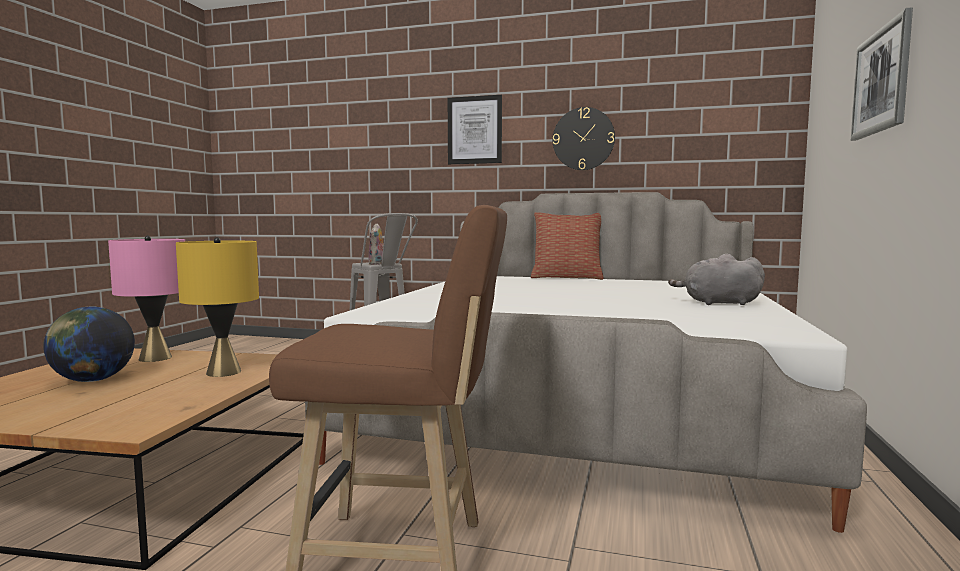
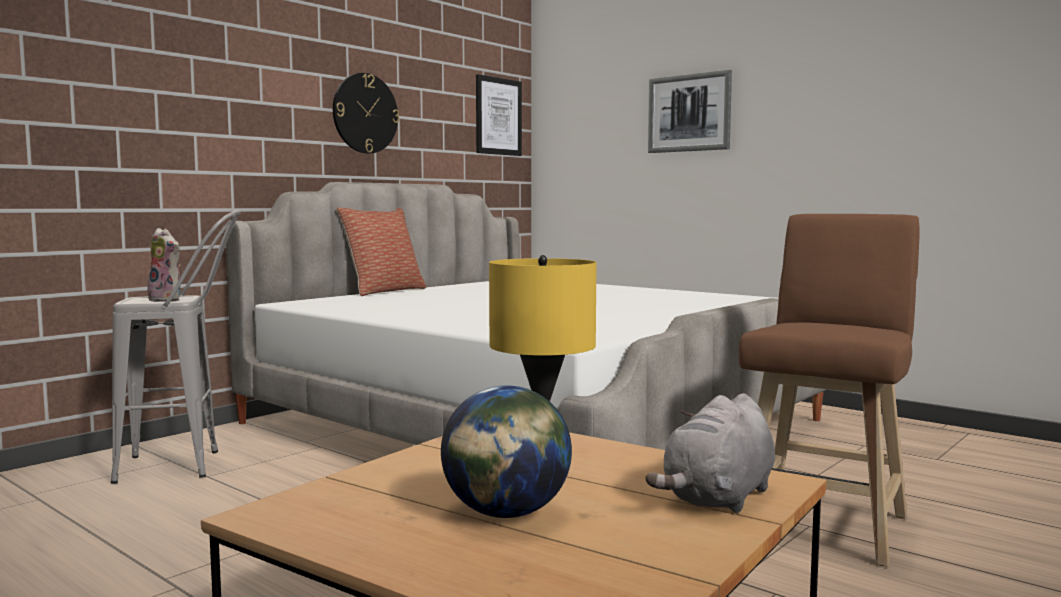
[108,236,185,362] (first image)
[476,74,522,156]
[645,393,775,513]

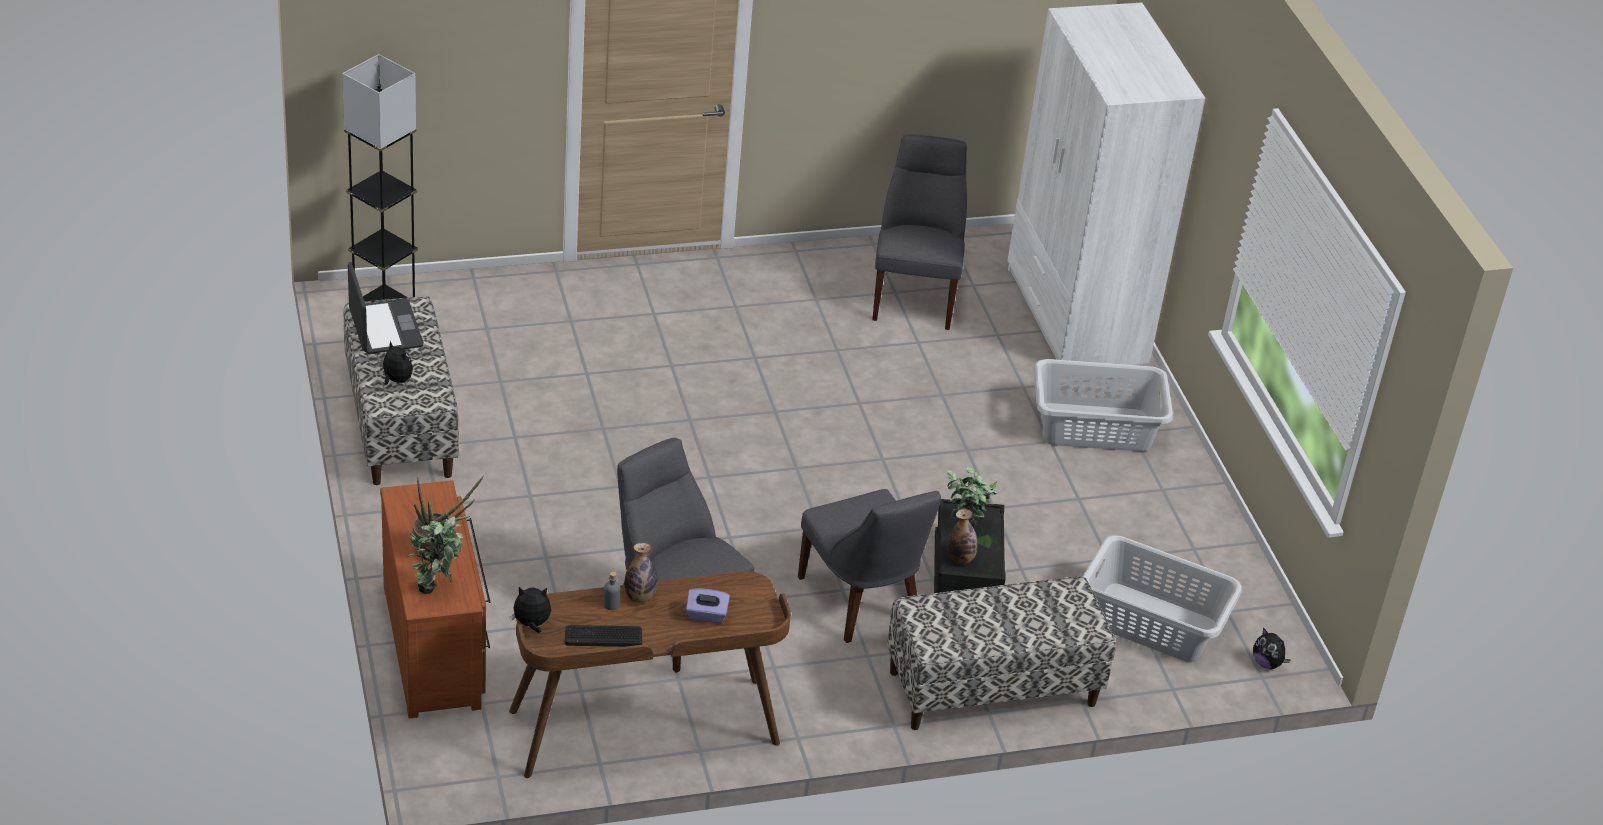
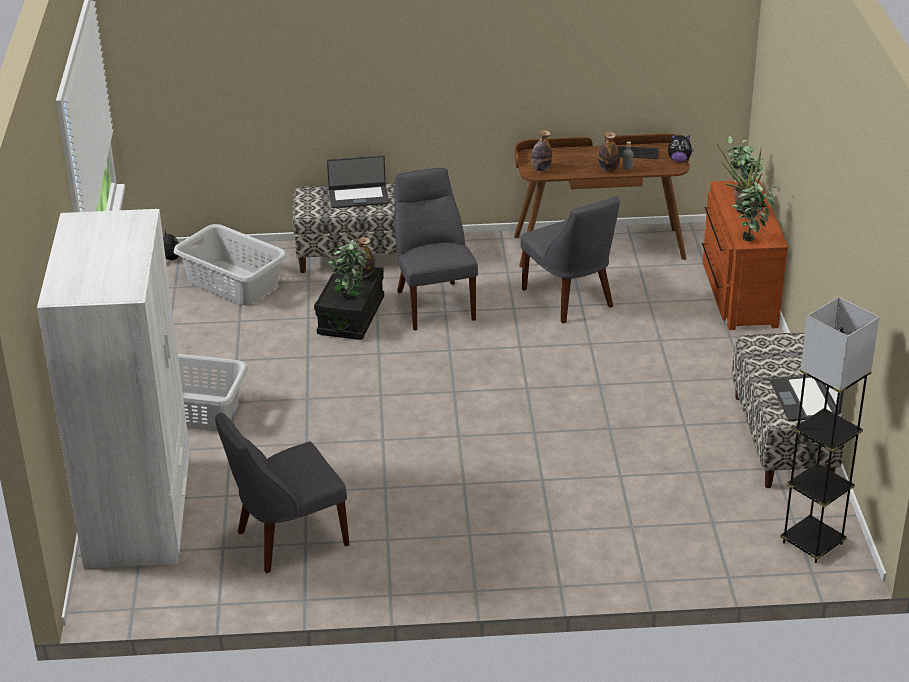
[378,341,413,385] (first image)
[686,588,730,623] (first image)
[327,155,389,208]
[531,130,552,171]
[732,182,777,242]
[215,412,350,573]

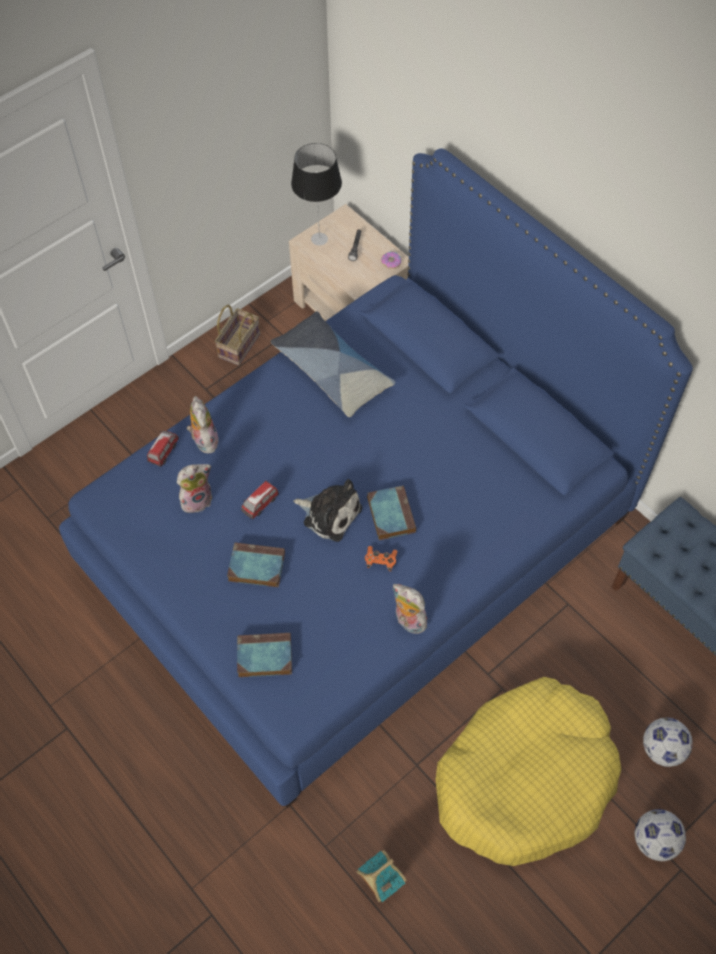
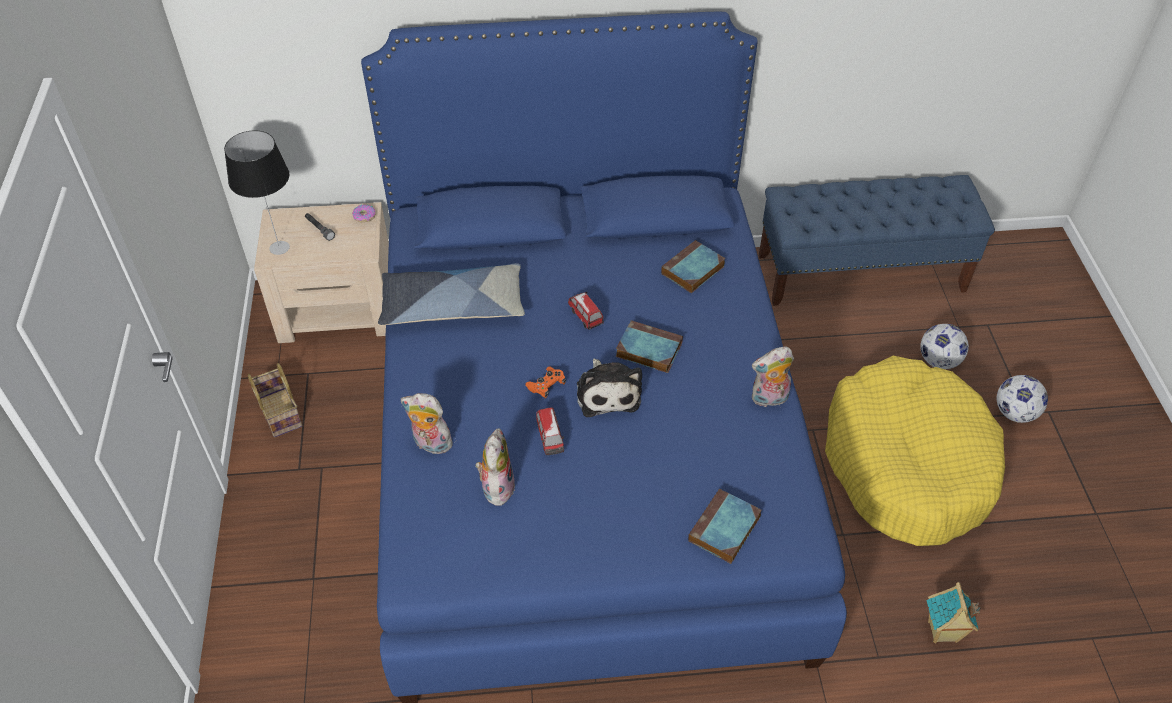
[568,292,604,330]
[661,240,726,293]
[525,367,566,398]
[577,359,642,417]

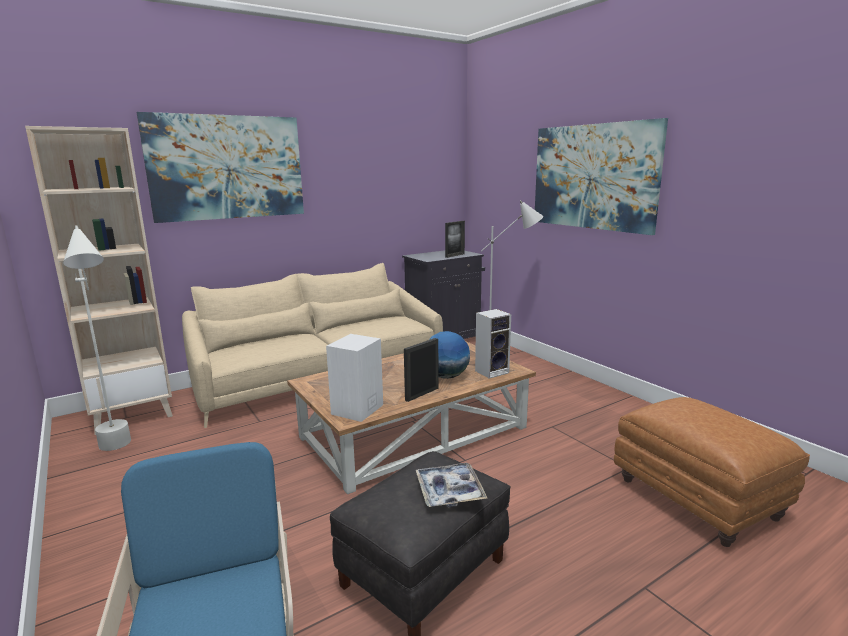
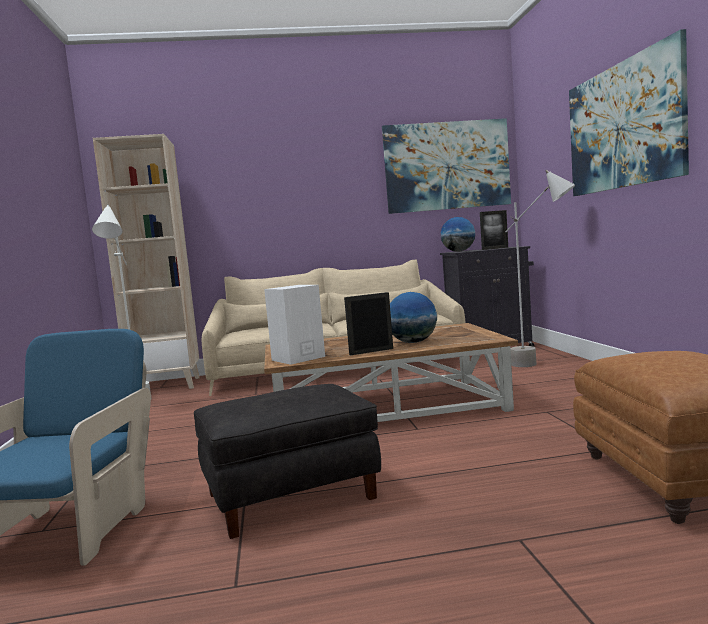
[416,463,487,507] (first image)
[475,309,511,379] (first image)
[440,217,475,252]
[382,118,511,214]

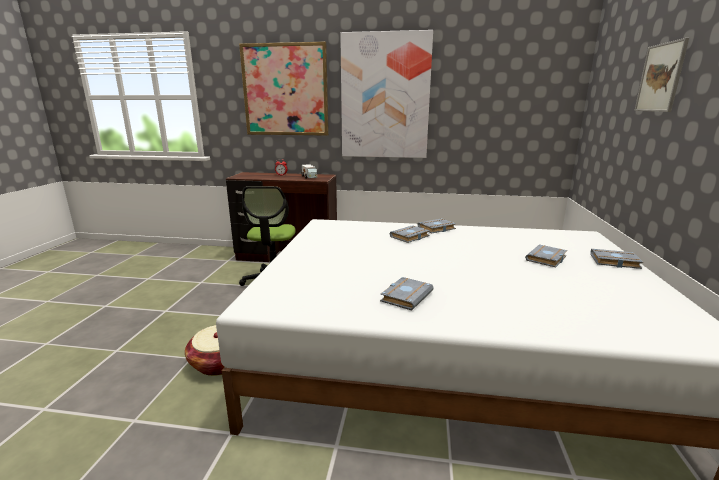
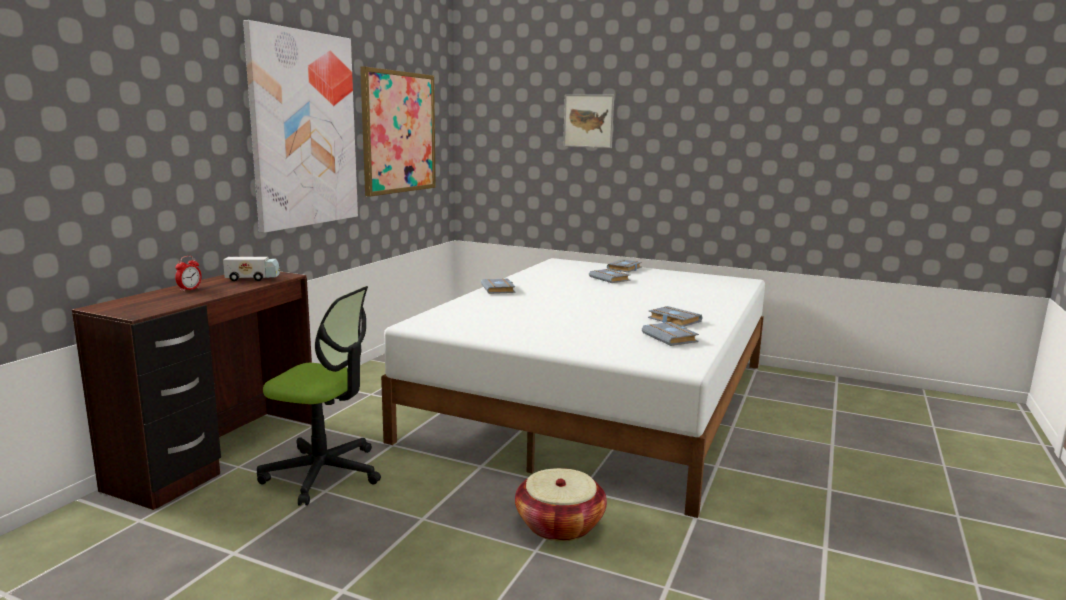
[360,67,436,197]
[642,322,699,346]

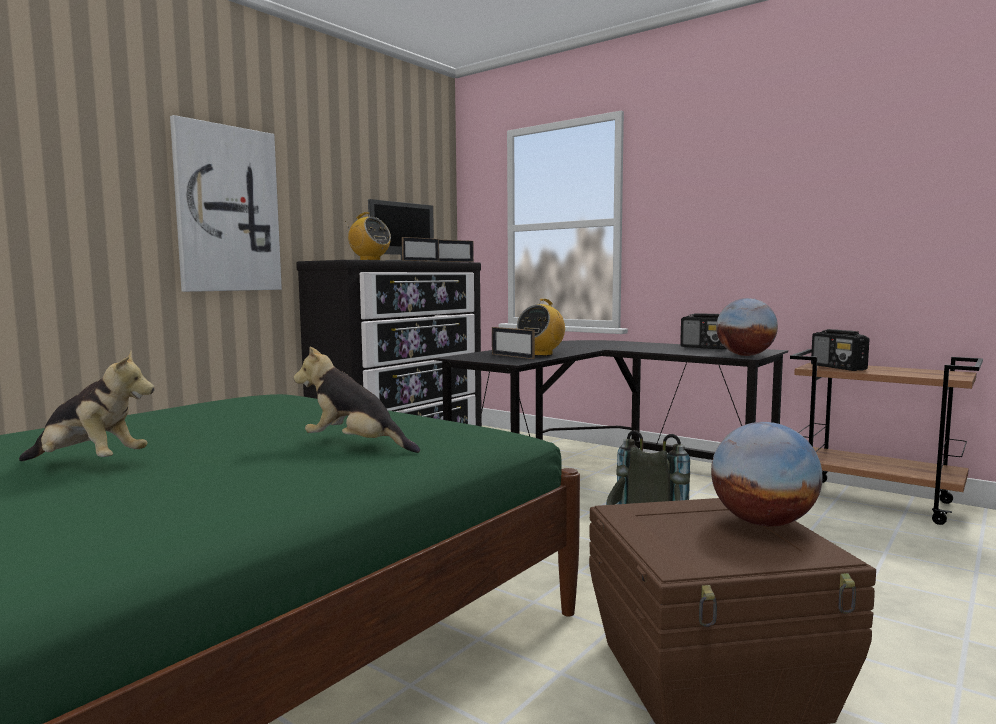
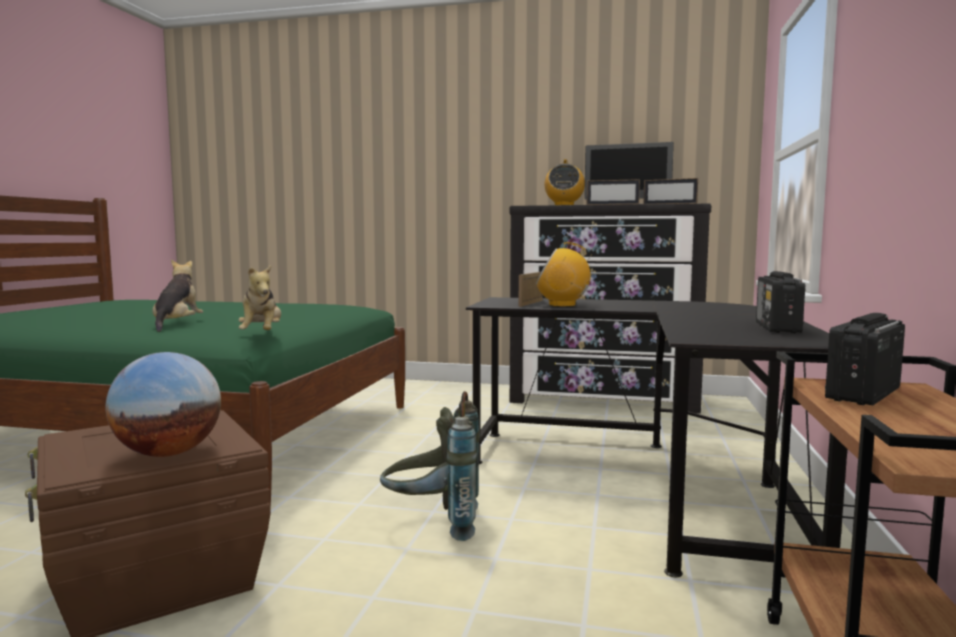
[170,115,282,292] (first image)
[716,298,778,356] (first image)
[239,265,281,330]

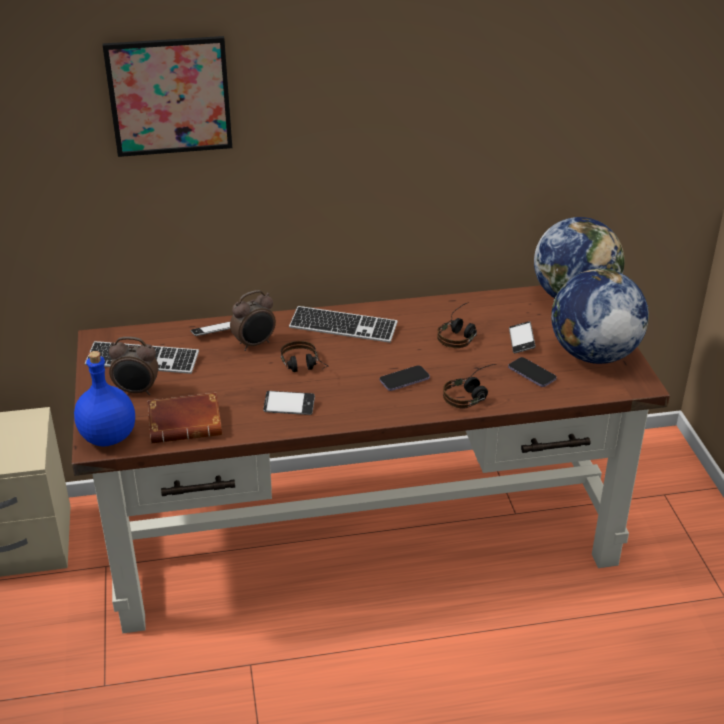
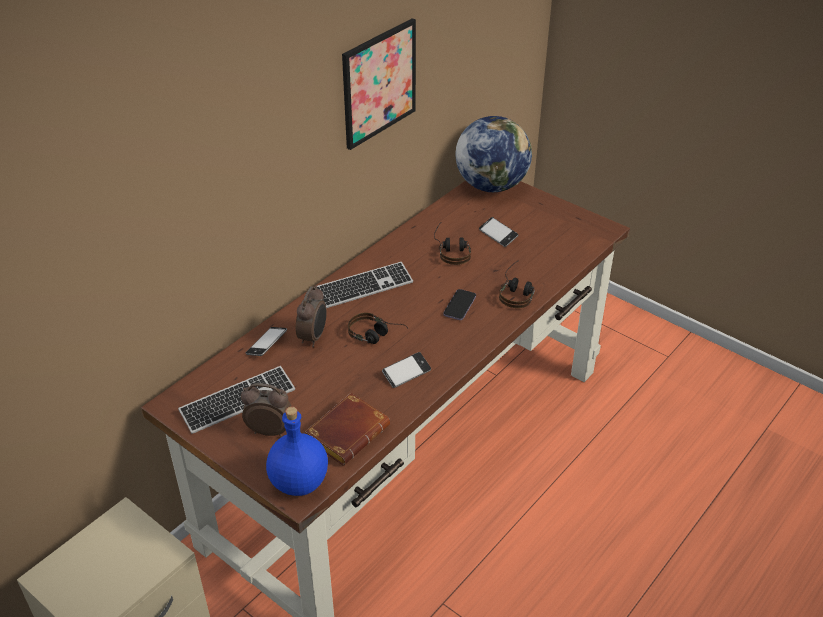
[508,357,557,387] (first image)
[551,269,649,364] (first image)
[342,18,416,150]
[241,383,292,437]

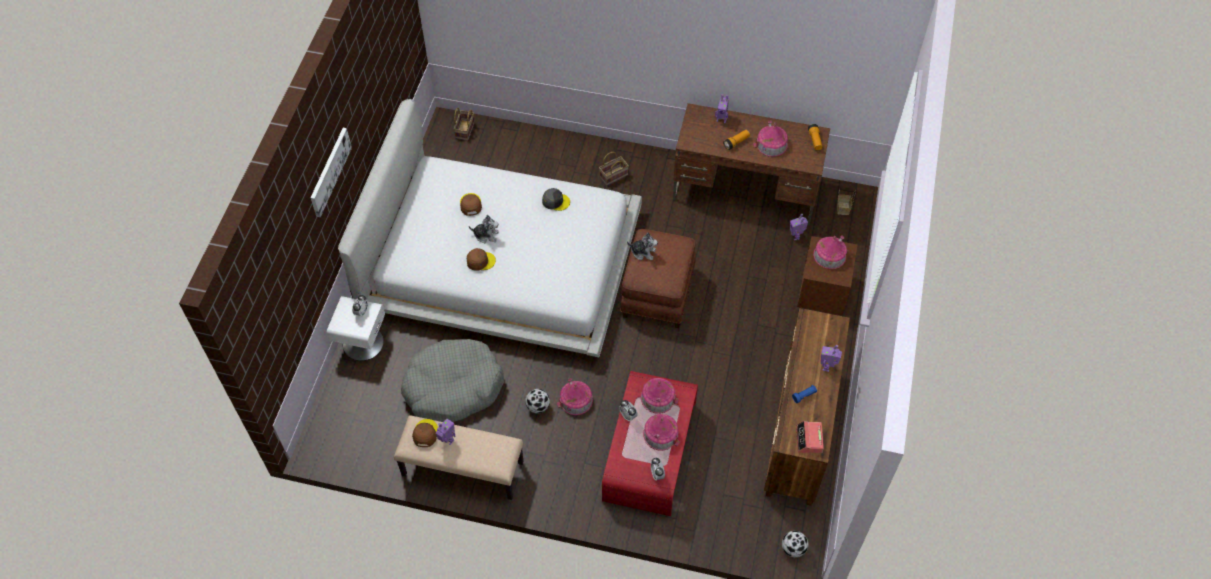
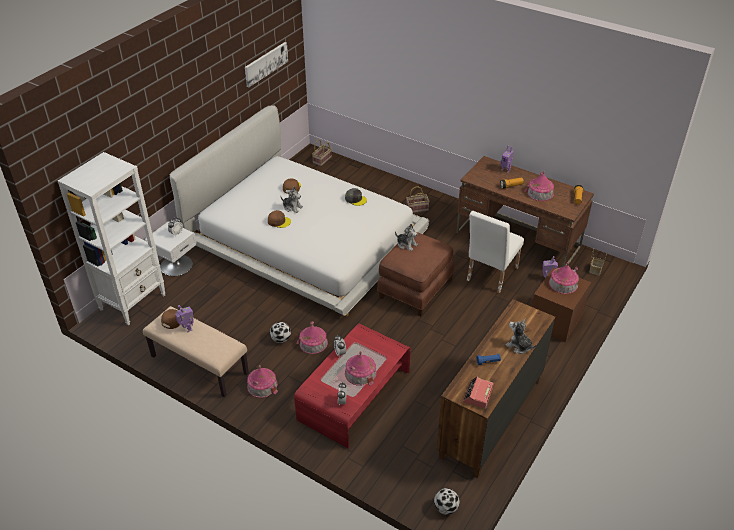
[401,339,504,422] (first image)
[58,152,166,326]
[467,211,524,294]
[245,42,288,87]
[247,365,278,398]
[506,319,537,354]

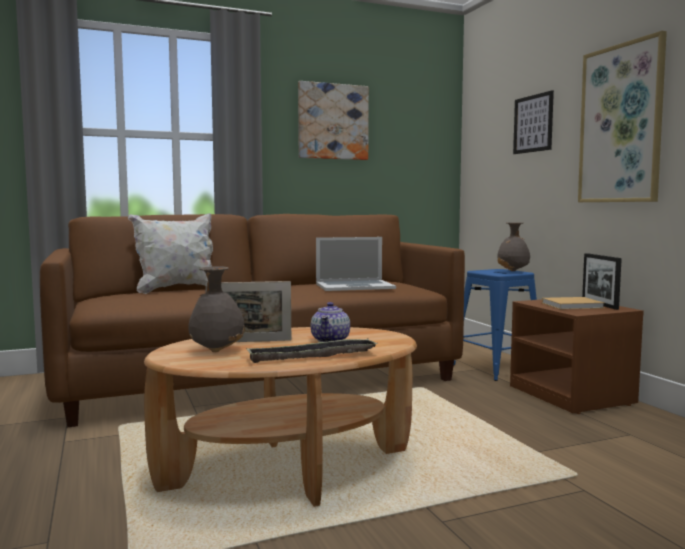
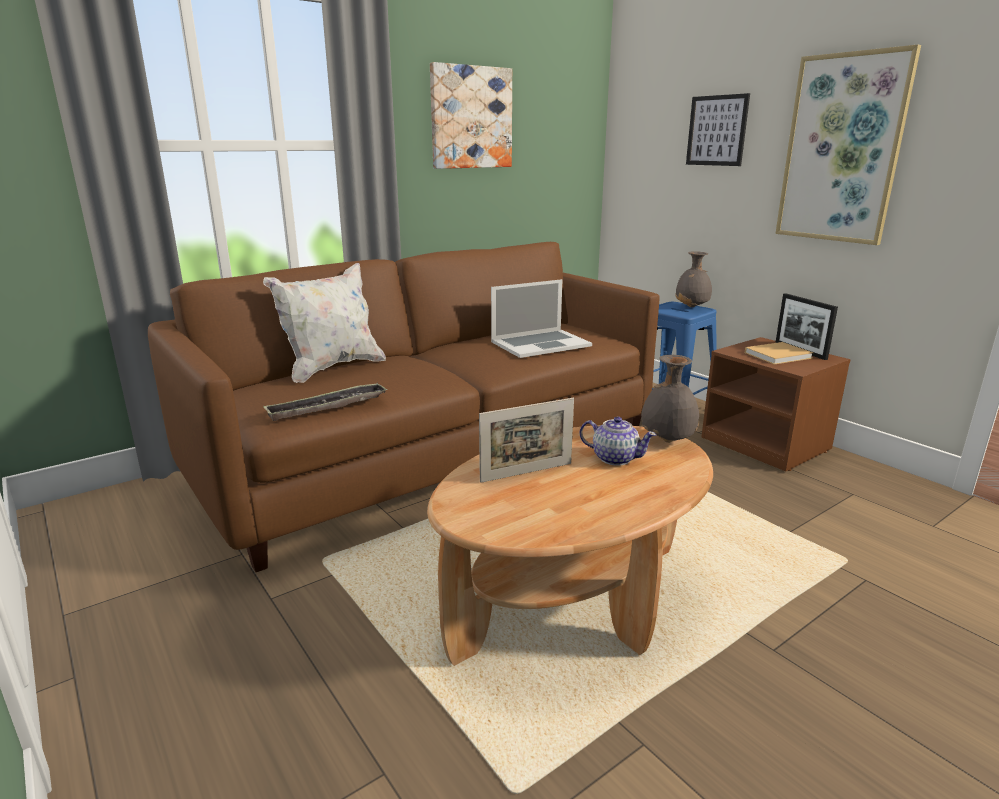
[641,355,699,443]
[263,382,388,421]
[580,417,657,466]

